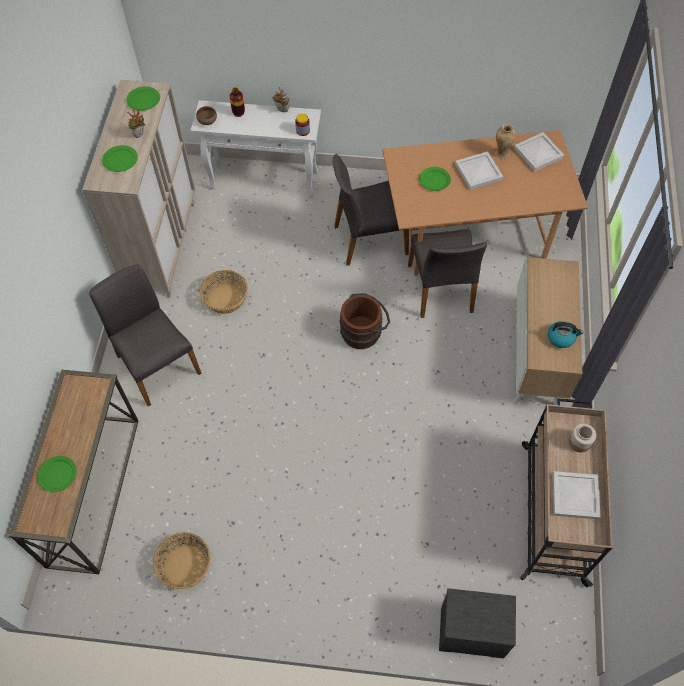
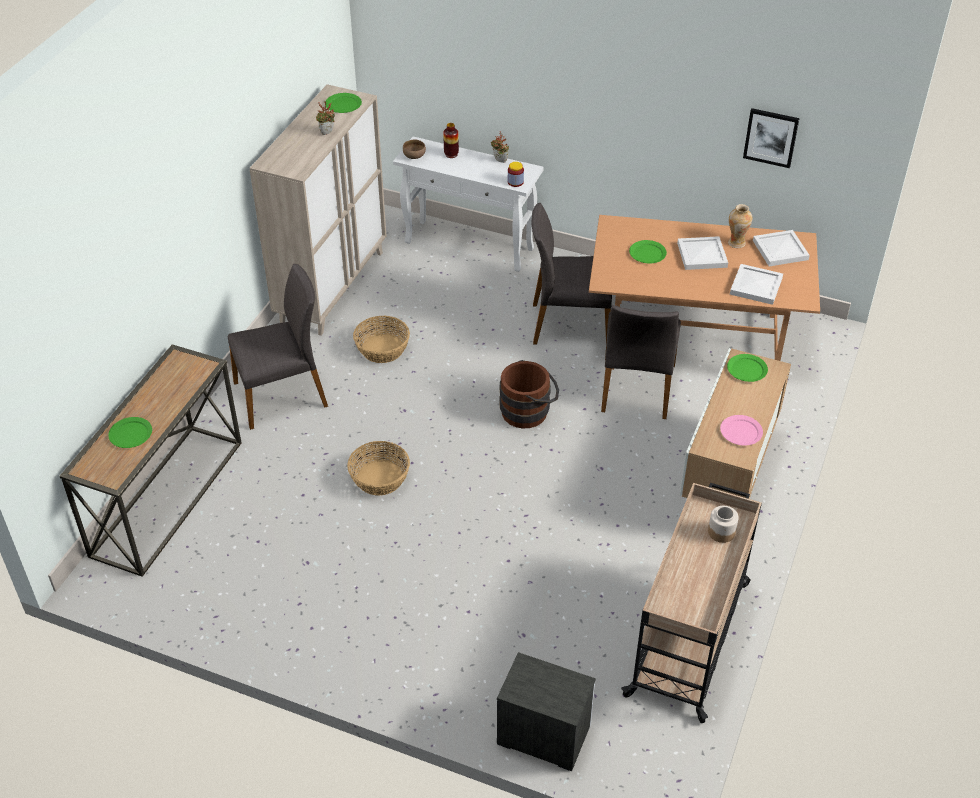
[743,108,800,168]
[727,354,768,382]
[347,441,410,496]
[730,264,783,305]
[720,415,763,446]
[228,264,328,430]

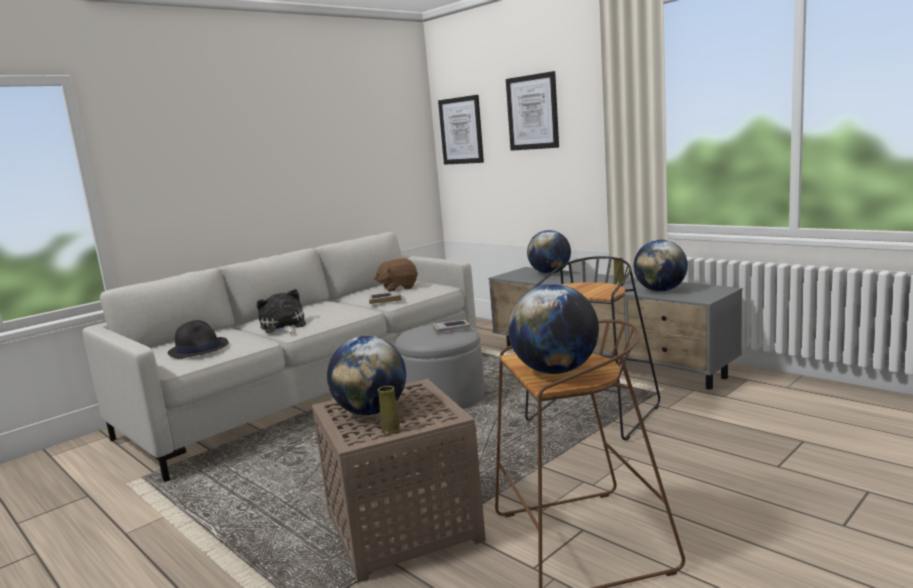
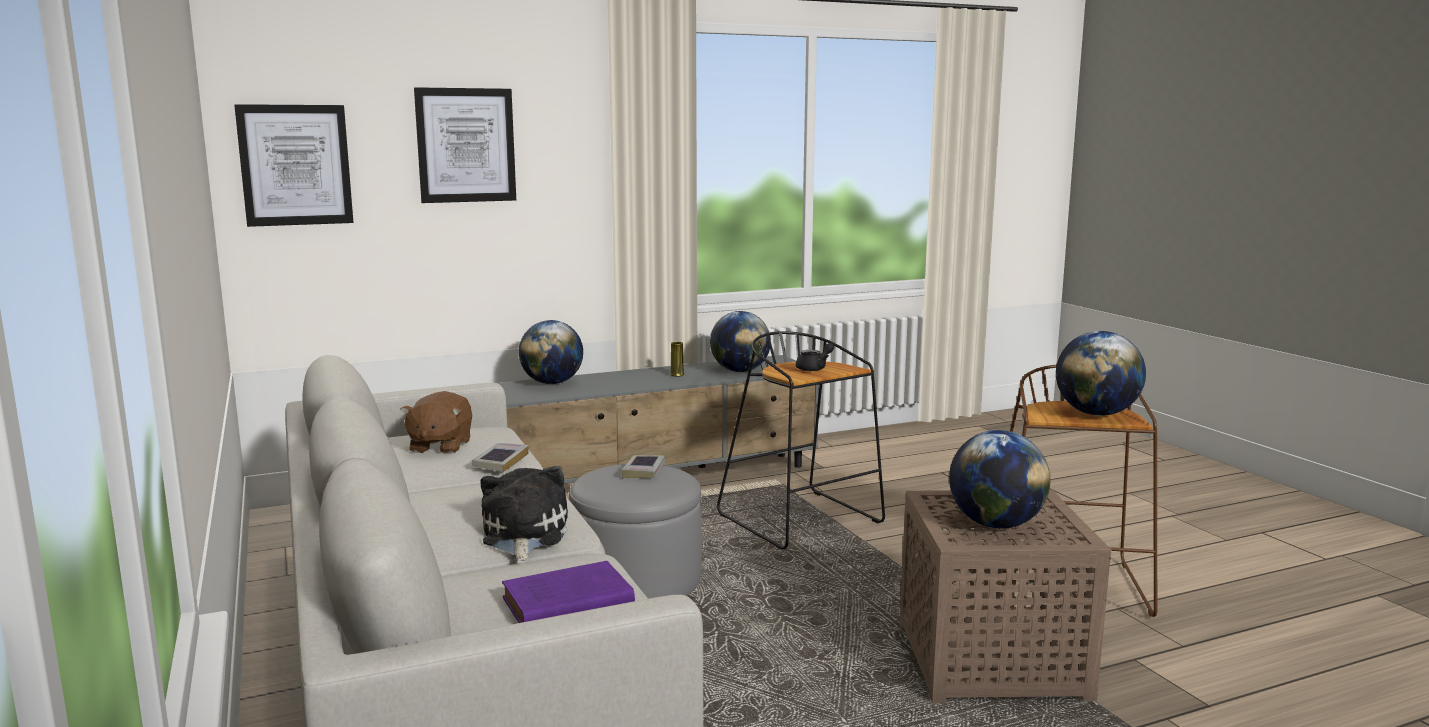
[378,386,400,435] (first image)
[796,343,835,371]
[502,561,635,623]
[480,466,568,561]

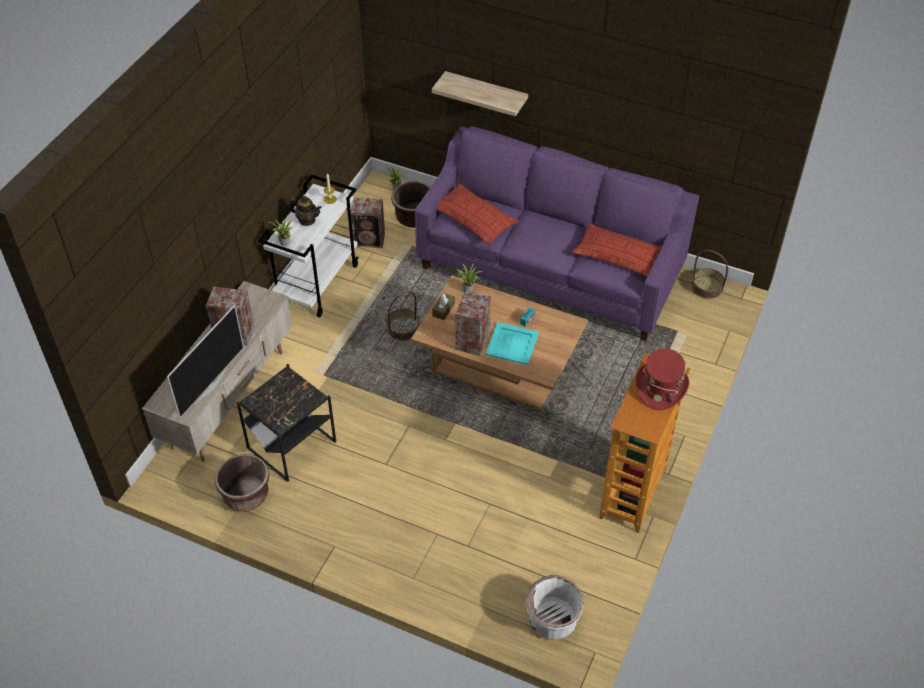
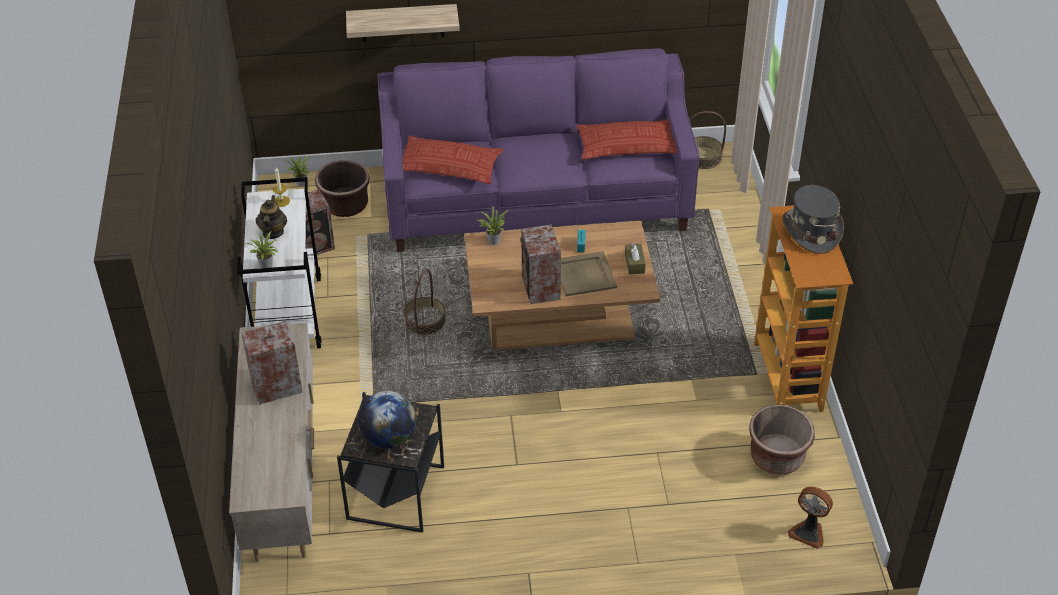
[167,305,244,419] (first image)
[358,391,416,448]
[749,405,815,475]
[625,243,646,275]
[788,487,833,549]
[561,251,617,297]
[782,185,844,254]
[255,195,287,239]

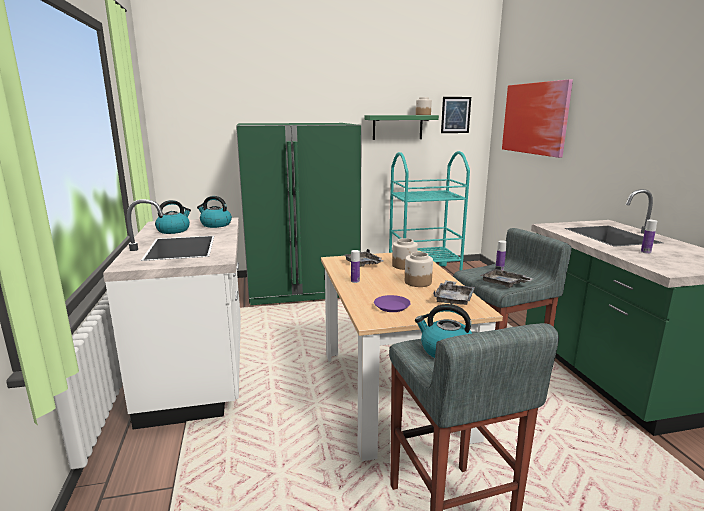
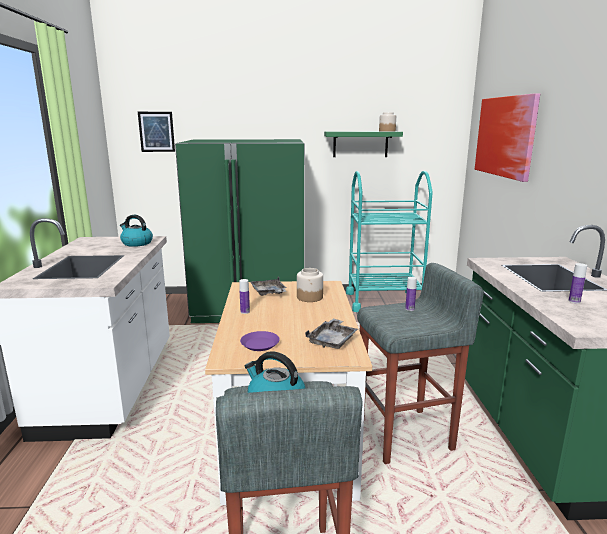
[155,200,191,234] (first image)
[405,252,433,287] (first image)
[480,266,533,288] (first image)
[138,112,175,152]

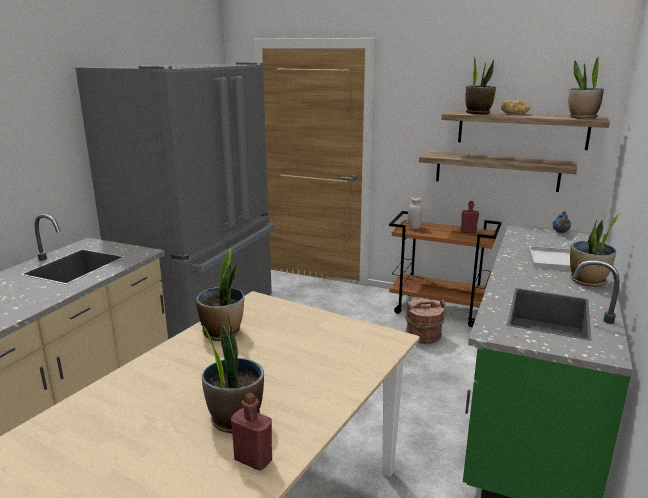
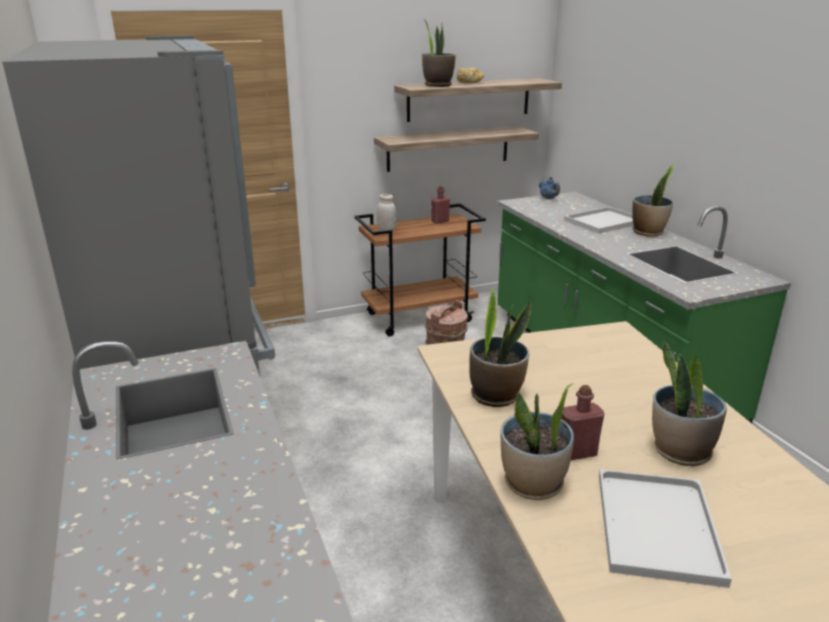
[599,469,732,588]
[561,385,604,460]
[501,383,574,500]

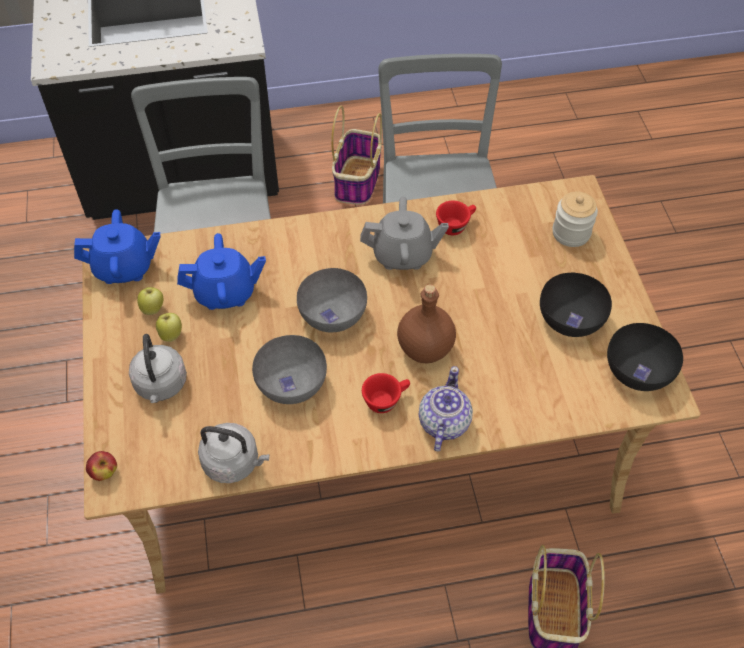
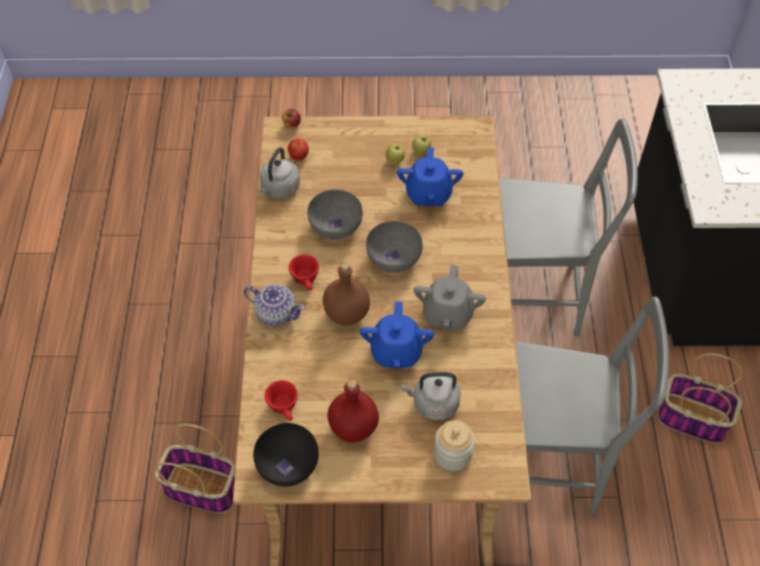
[288,138,309,160]
[360,301,434,368]
[401,372,461,421]
[265,380,298,421]
[328,380,379,443]

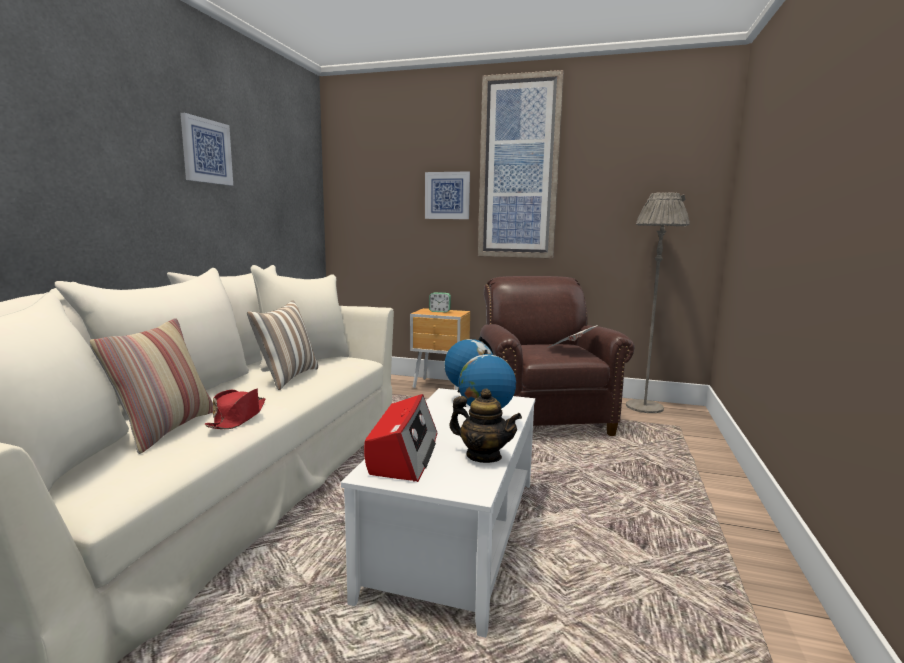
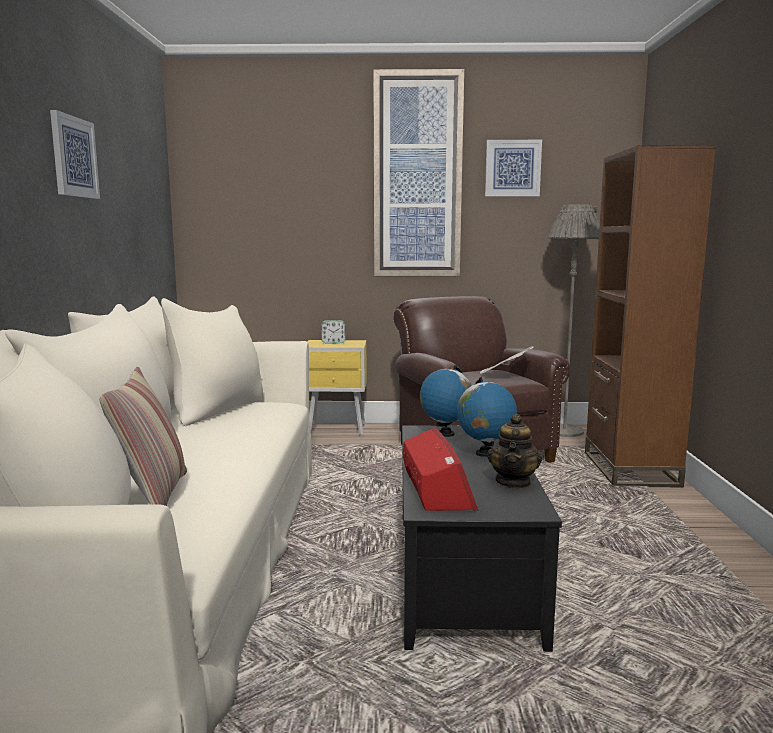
[205,389,265,429] (first image)
[247,301,318,390] (first image)
[585,145,716,487]
[485,140,542,197]
[402,425,562,652]
[307,340,367,436]
[487,414,542,489]

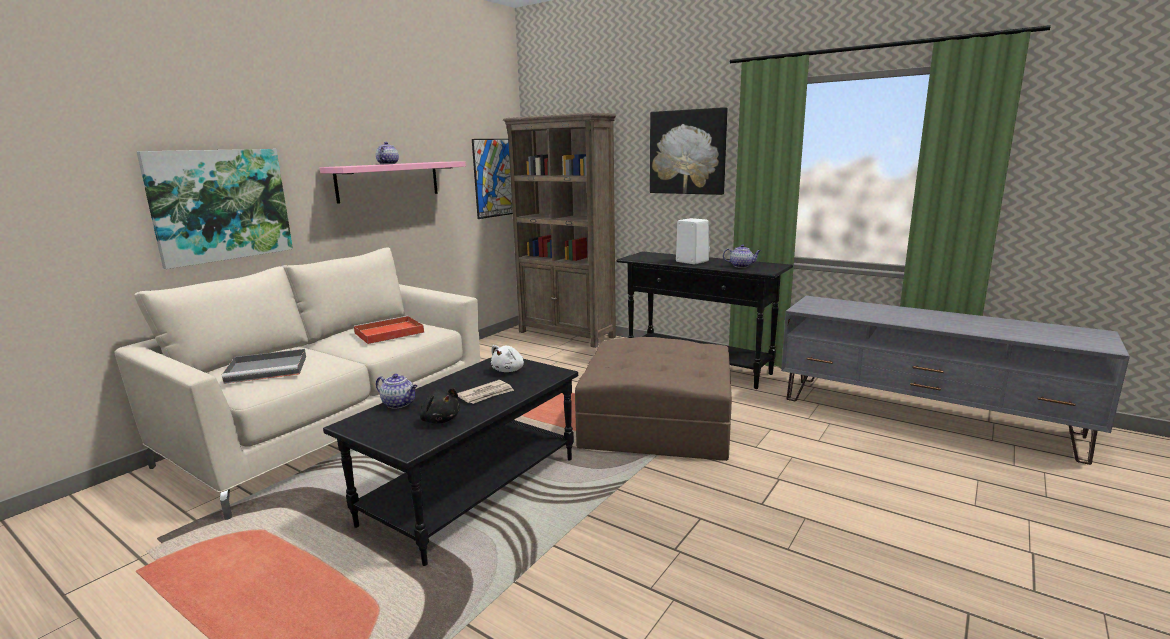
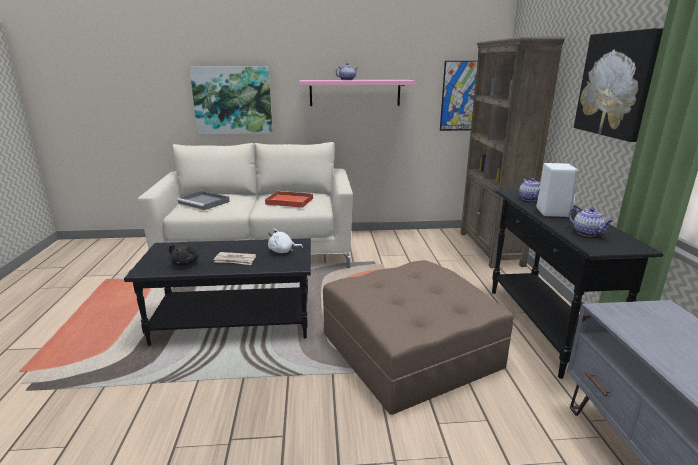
[519,178,540,201]

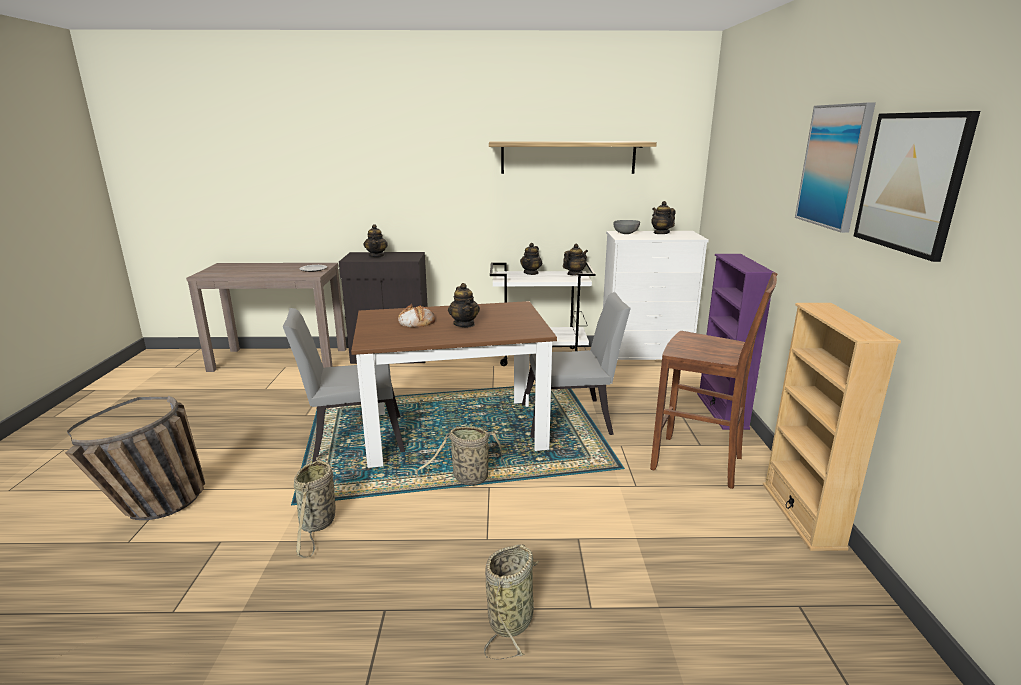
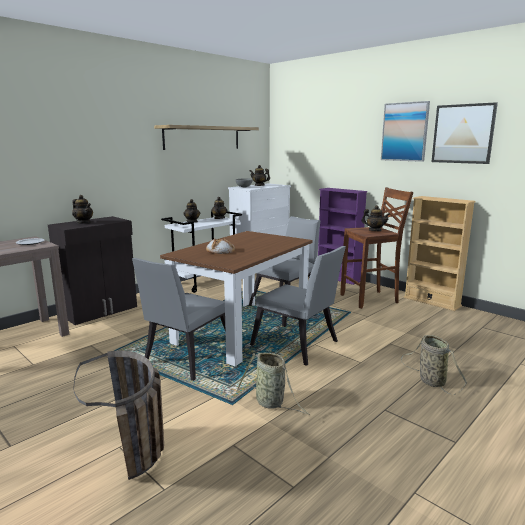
[362,205,390,231]
[250,246,346,366]

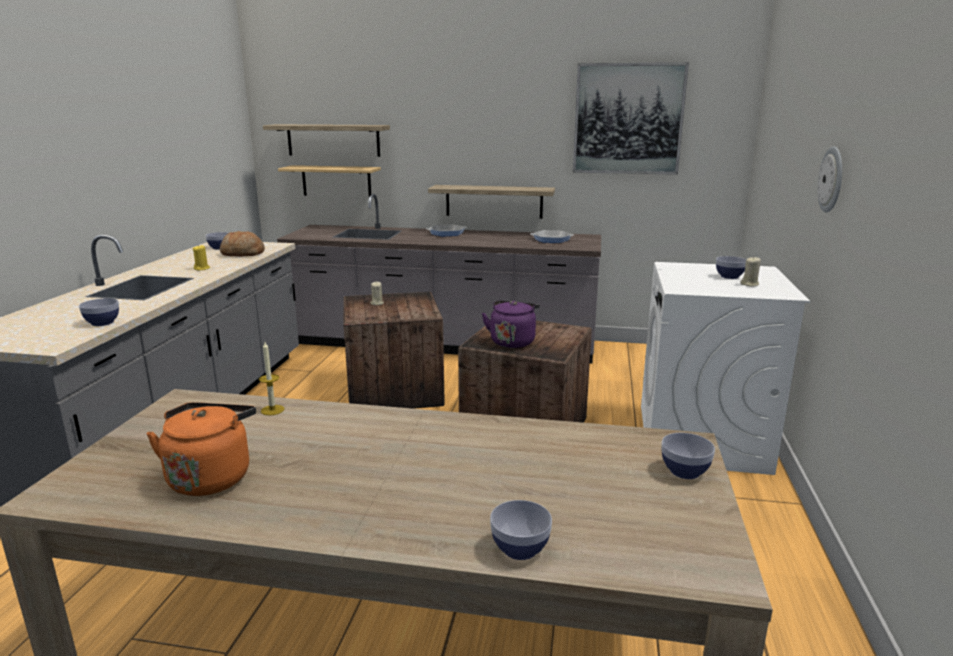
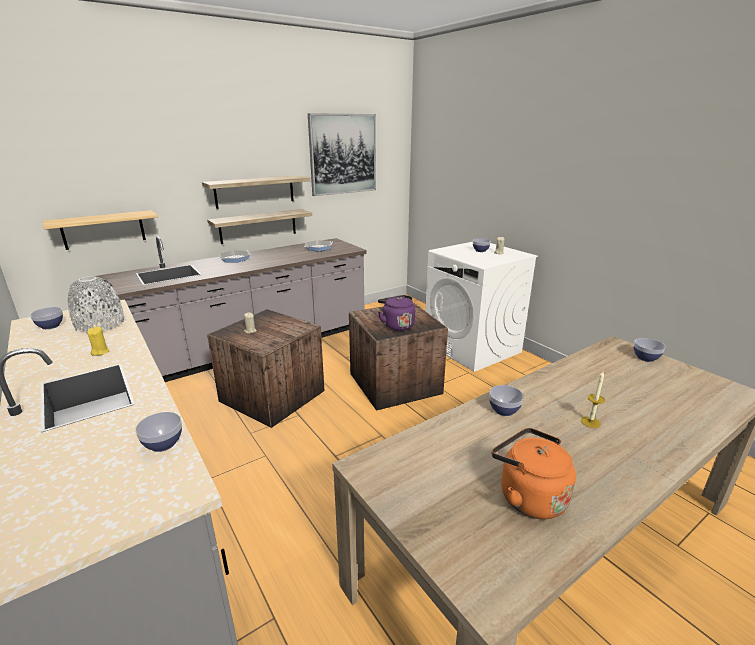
[817,146,842,213] (first image)
[581,371,605,428]
[202,175,311,209]
[489,385,524,416]
[67,276,124,333]

